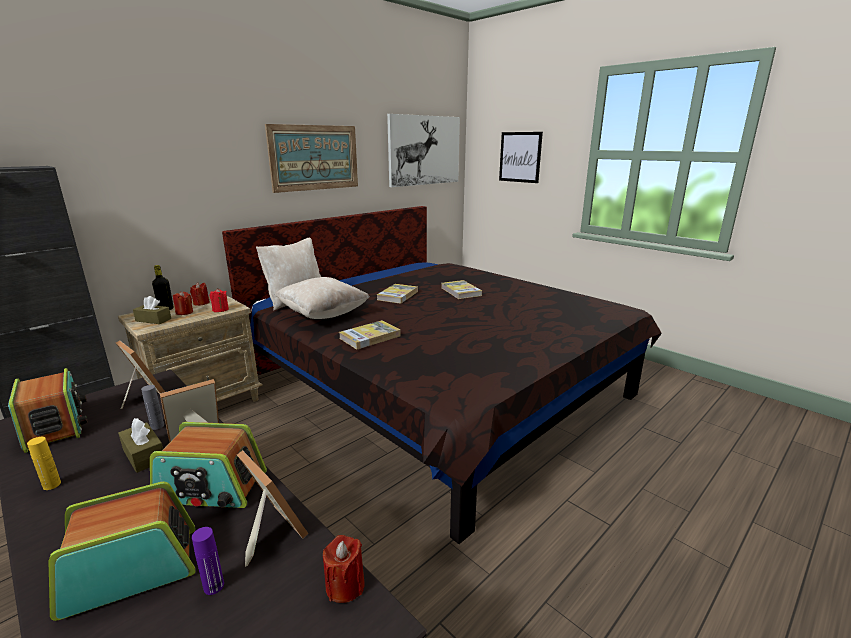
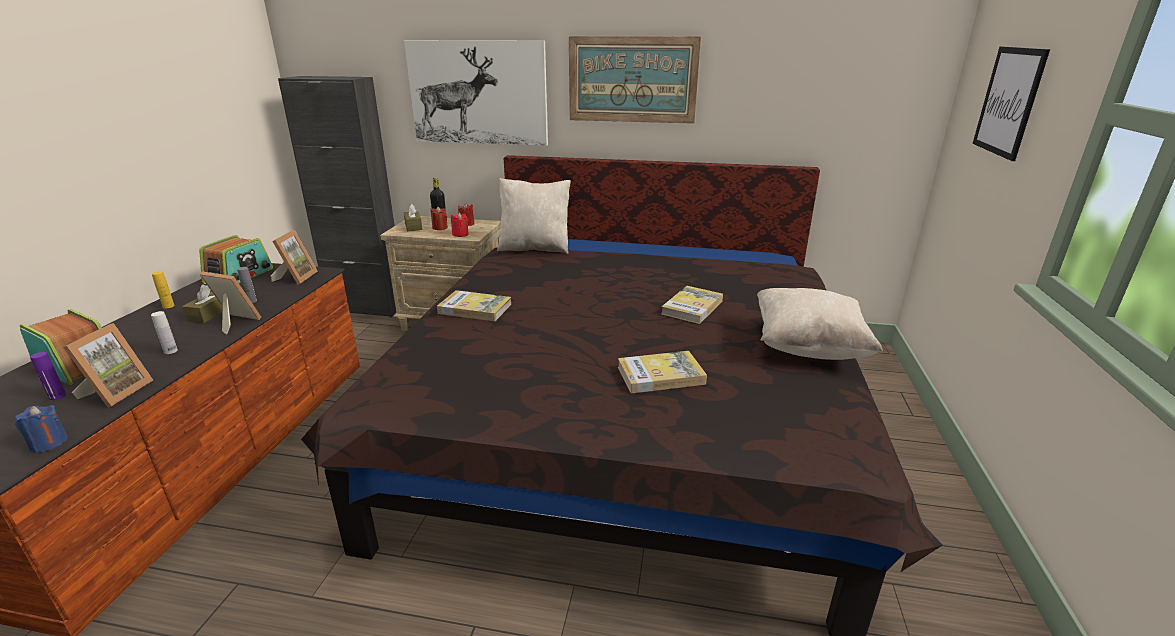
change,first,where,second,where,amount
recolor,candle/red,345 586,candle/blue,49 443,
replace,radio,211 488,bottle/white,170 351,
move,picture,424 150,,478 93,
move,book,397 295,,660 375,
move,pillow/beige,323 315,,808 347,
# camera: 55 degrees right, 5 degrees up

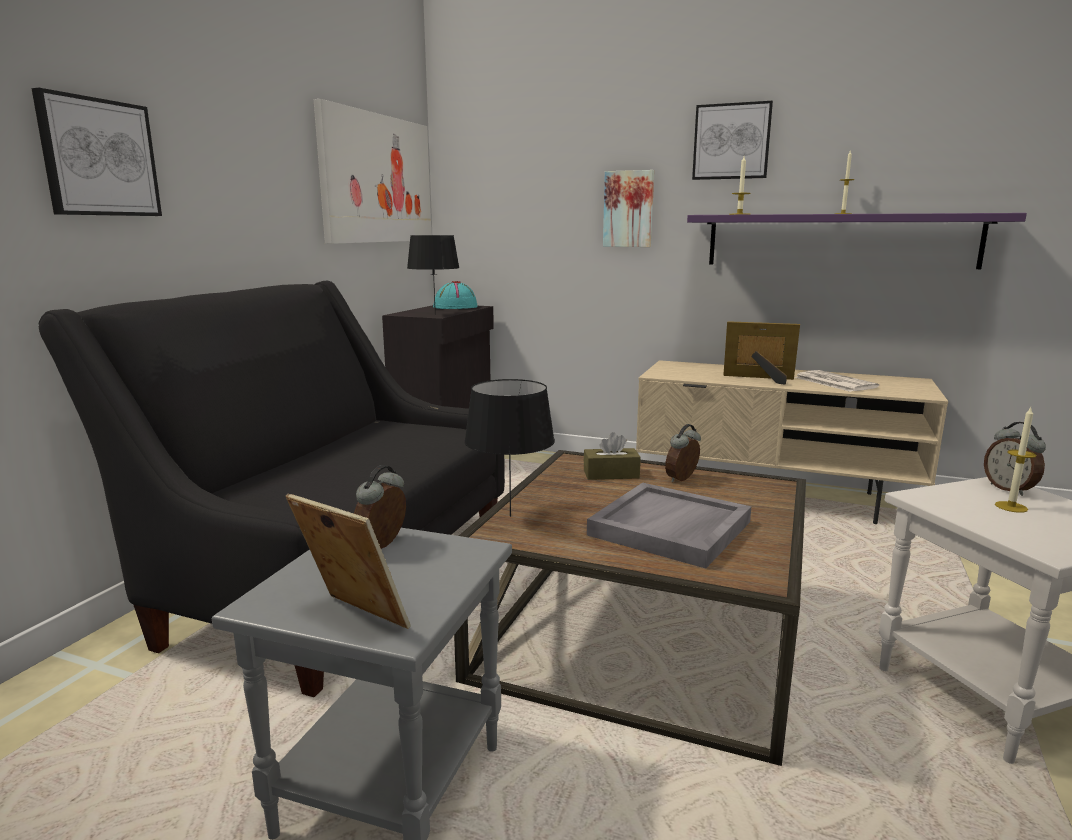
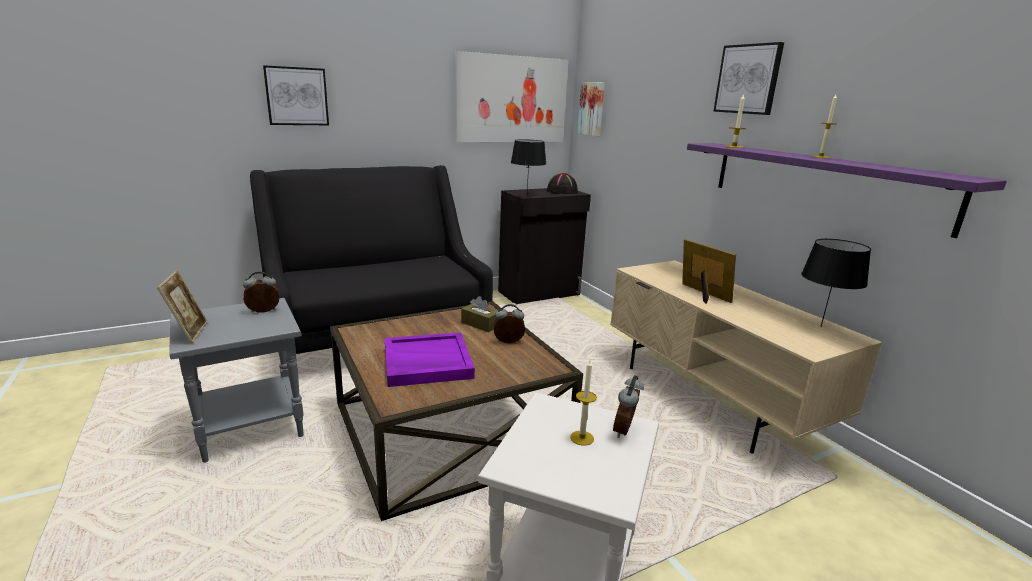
change,first,where,second,where,amount
recolor,tray/grey,670 529,tray/purple,426 363,
recolor,hat/turquoise,455 307,hat/black,561 191,
move,picture,628 209,,592 108,
move,table lamp/black,509 517,,820 327,
delete,newspaper,833 382,,,
# camera: 40 degrees right, 5 degrees up

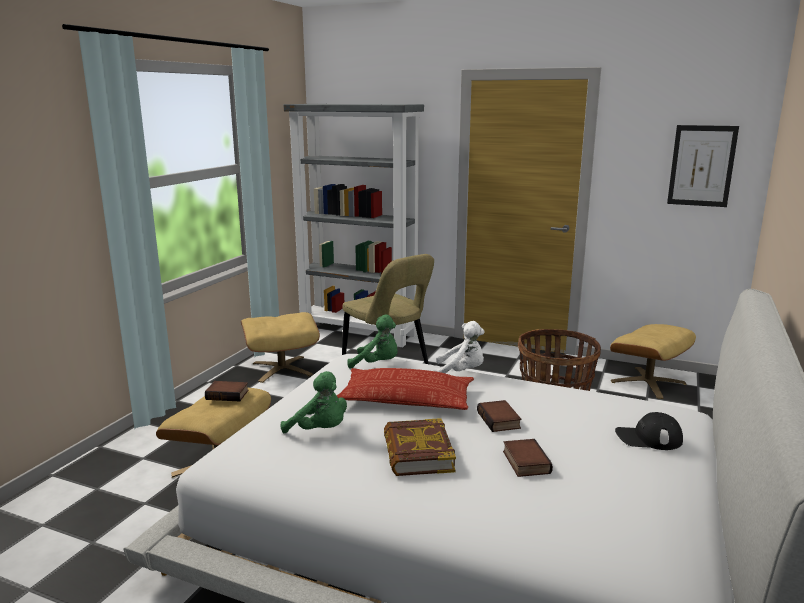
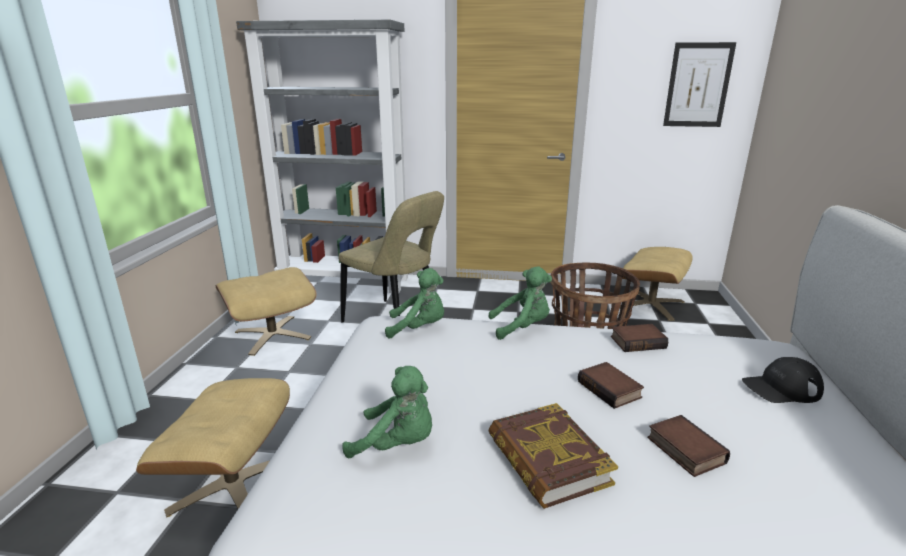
change,first,where,second,where,amount
recolor,plush toy/white,461 372,plush toy/green,522 327,
move,book,228 394,,638 341,
delete,pillow,406 398,,,
# camera: 15 degrees left, 5 degrees up

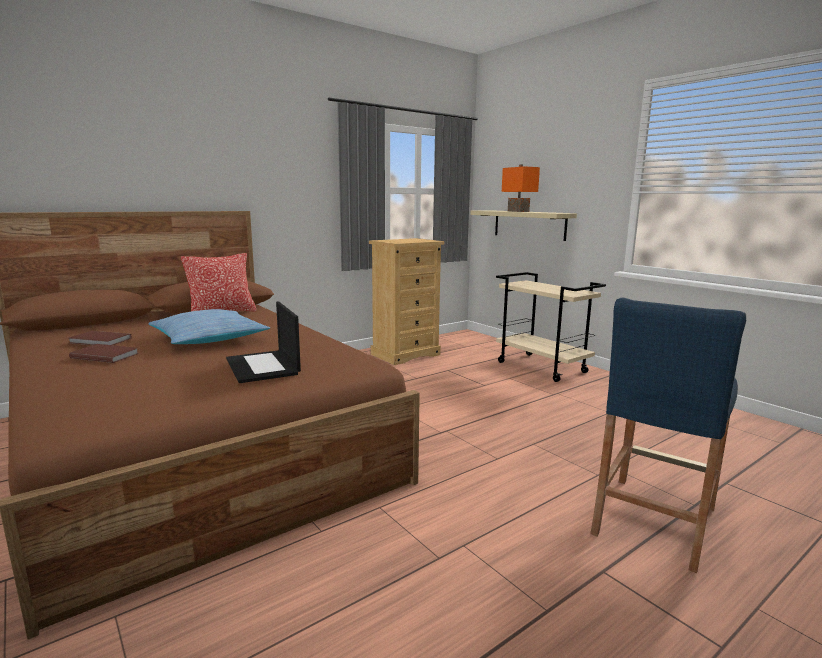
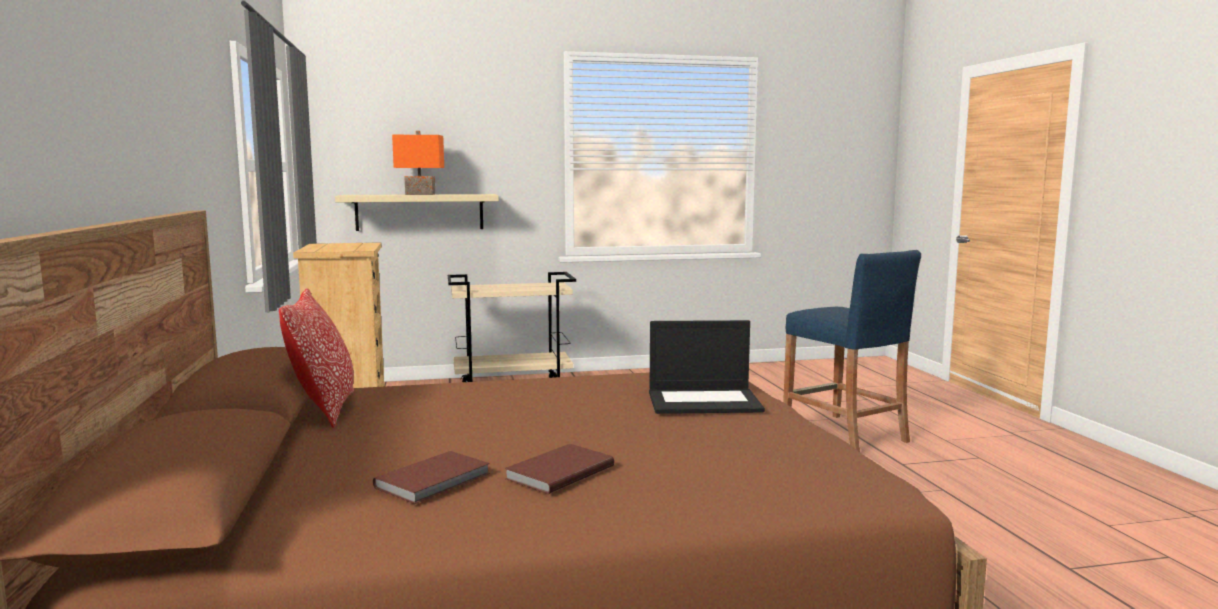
change,first,where,second,where,amount
delete,pillow,209 339,,,
# camera: 65 degrees left, 5 degrees down

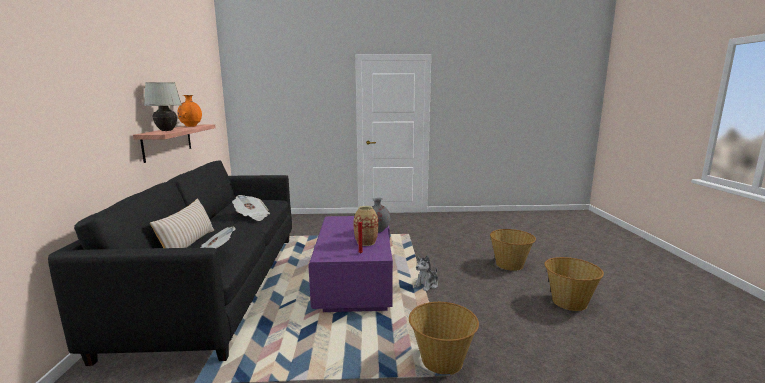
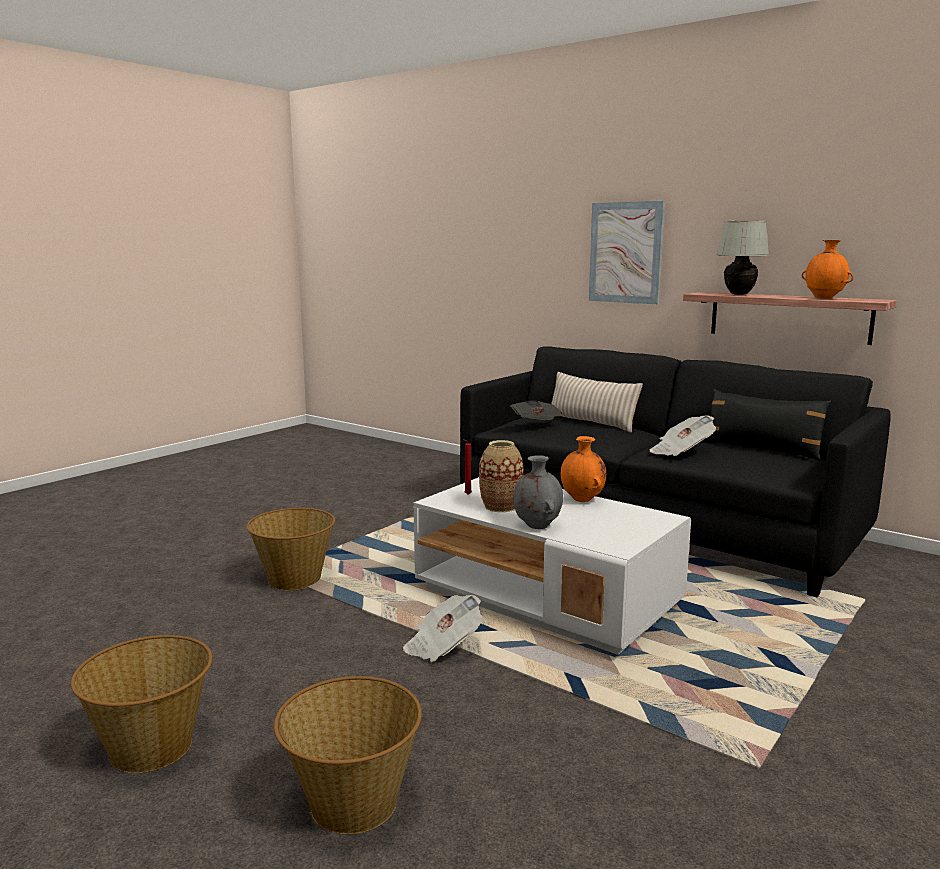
change,first,where,second,where,amount
replace,plush toy,427 285,newspaper,442 646,
recolor,coffee table/purple,354 281,coffee table/white,547 599,
insert,,,vase/orange,582 500,
insert,,,picture,625 252,
insert,,,pillow/black,761 449,
# camera: 130 degrees right, 0 degrees up

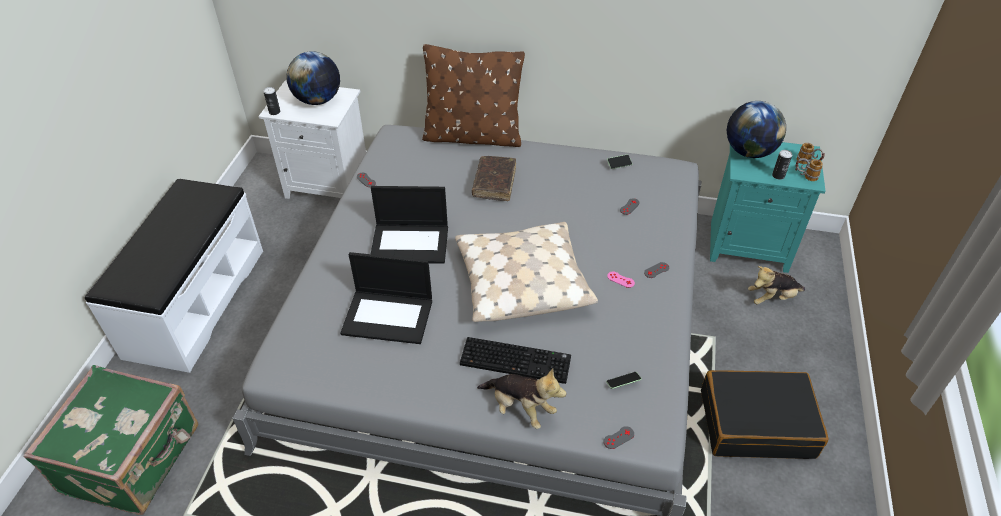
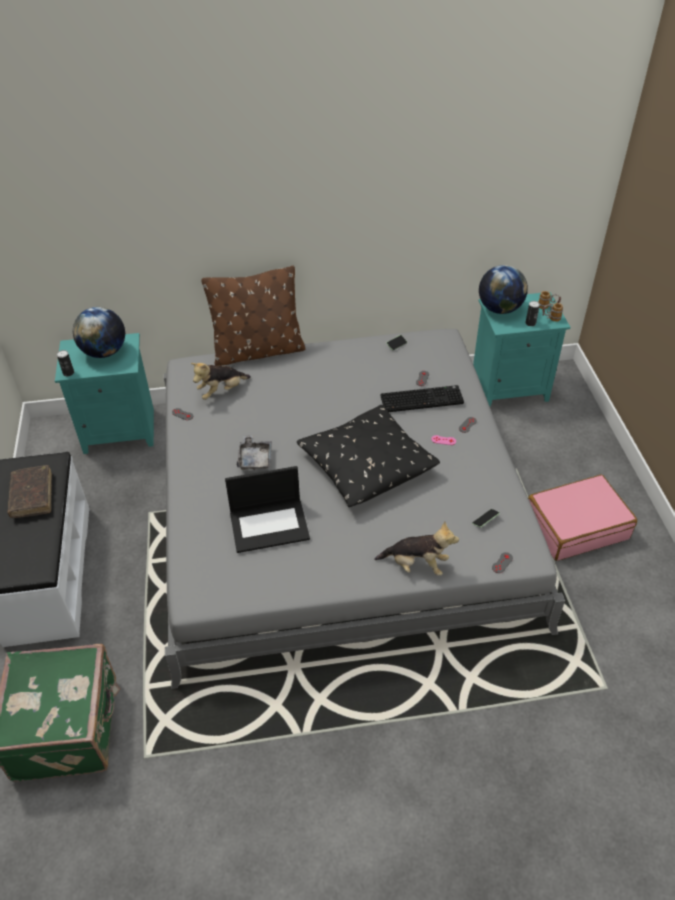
change,first,where,second,where,amount
move,book/brown,494 183,,32 496,
recolor,nightstand/white,329 184,nightstand/turquoise,120 430,
move,plush toy,772 298,,221 391,
replace,laptop,411 243,tray/grey,255 458,
recolor,pillow/beige,522 281,pillow/black,366 464,
move,keyboard,517 360,,422 399,
recolor,suitcase/black,756 423,suitcase/pink,575 526,
# camera: 20 degrees left, 0 degrees up

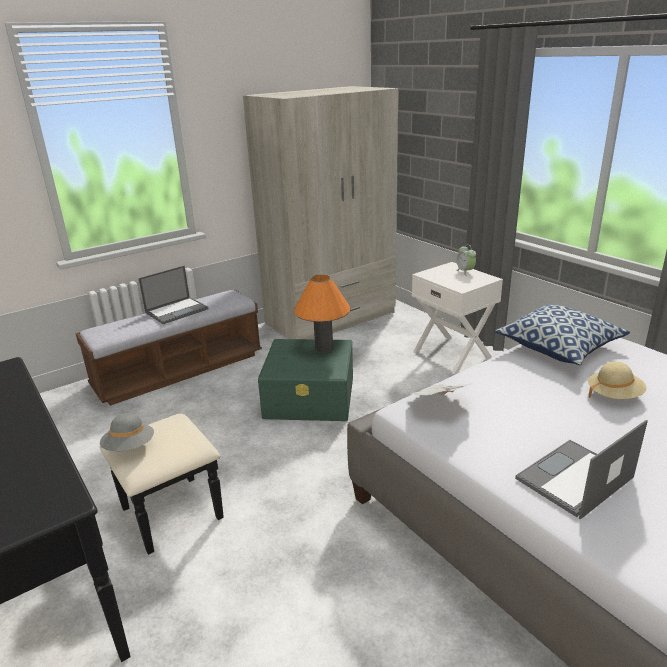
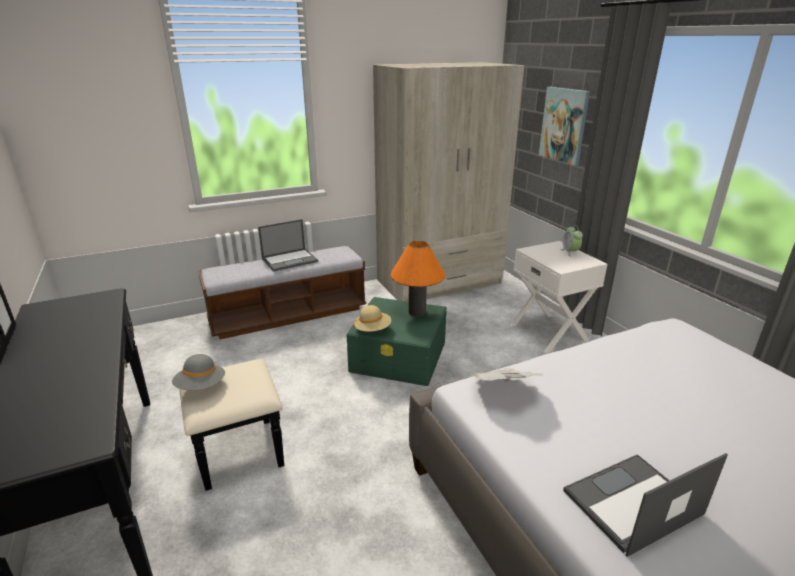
change,first,where,second,where,amount
move,hat/beige,614 395,,373 329,
insert,,,picture,564 125,
delete,pillow,559 347,,,
# camera: 10 degrees right, 0 degrees up

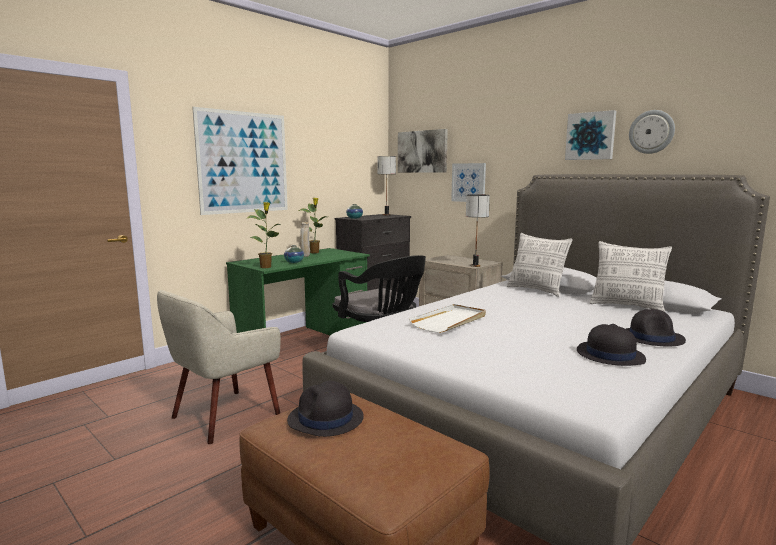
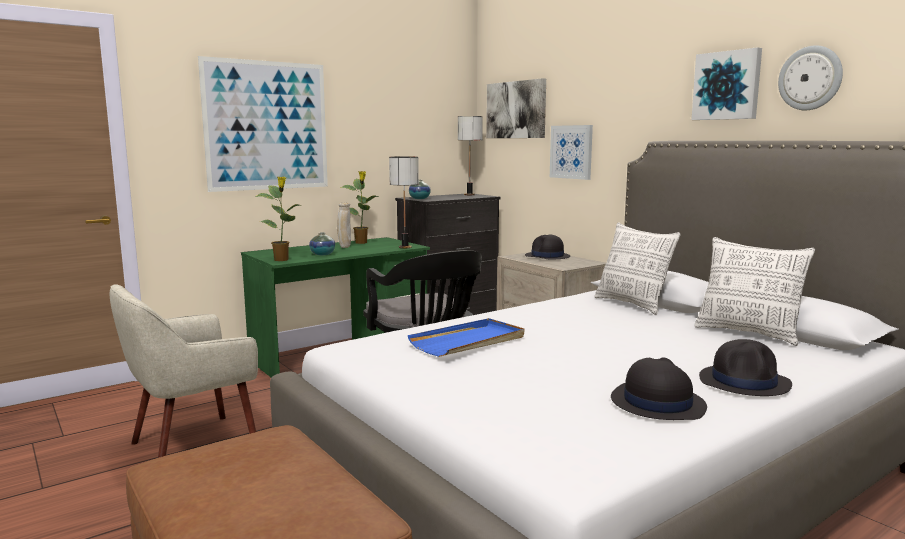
change,first,where,second,where,amount
move,table lamp,475 266,,404 247,
recolor,tray/white,450 321,tray/blue,469 341,
move,hat/black,325 419,,547 256,
# camera: 10 degrees right, 0 degrees up

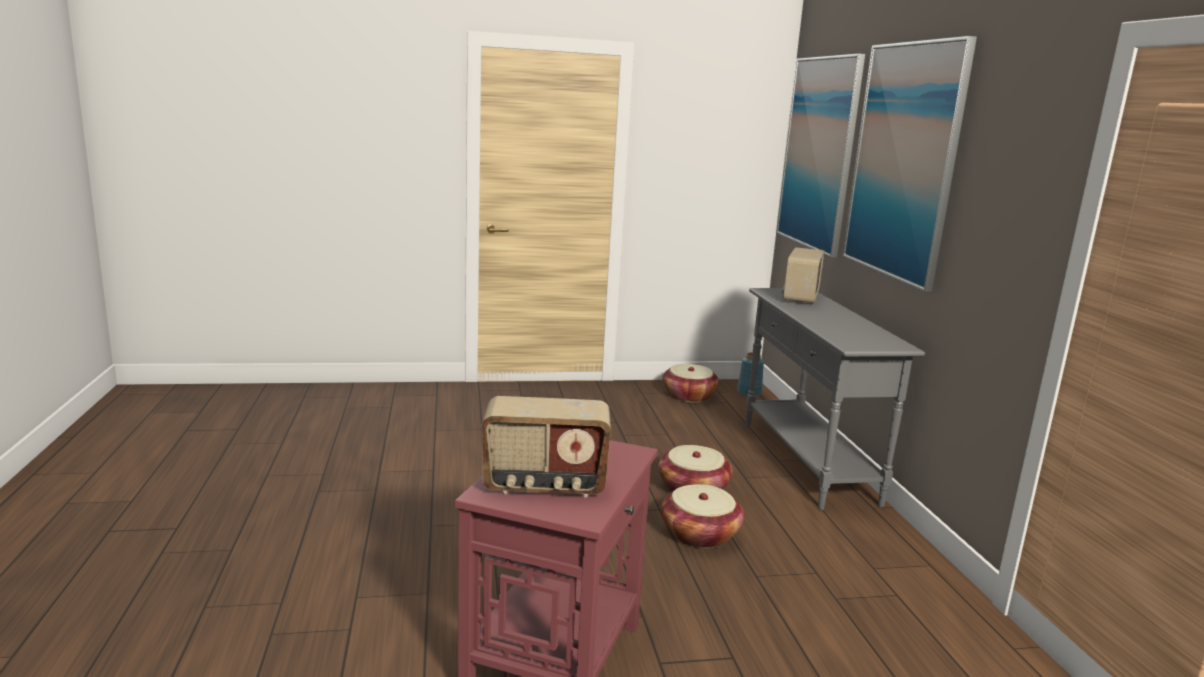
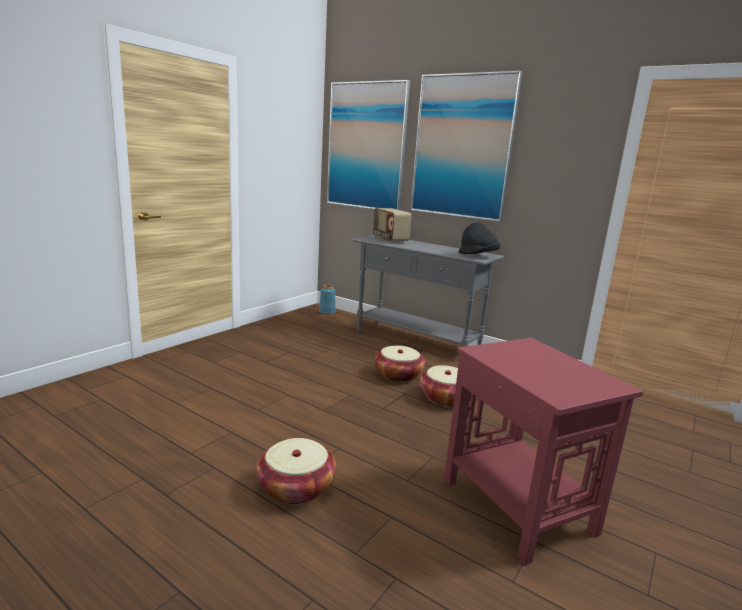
change,first,where,second,where,amount
move,basket,689 396,,296 487,
insert,,,hat/black,478 256,
delete,radio,545 486,,,
# camera: 45 degrees left, 0 degrees up

